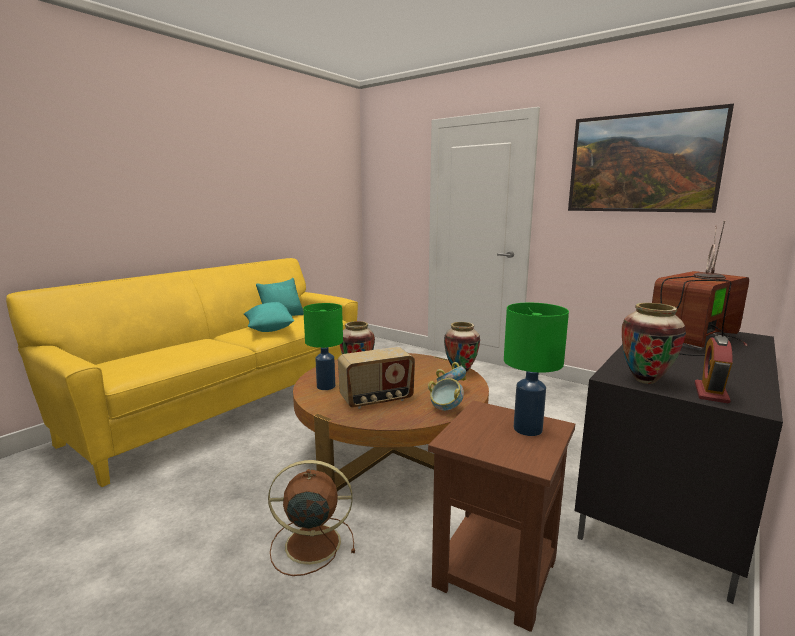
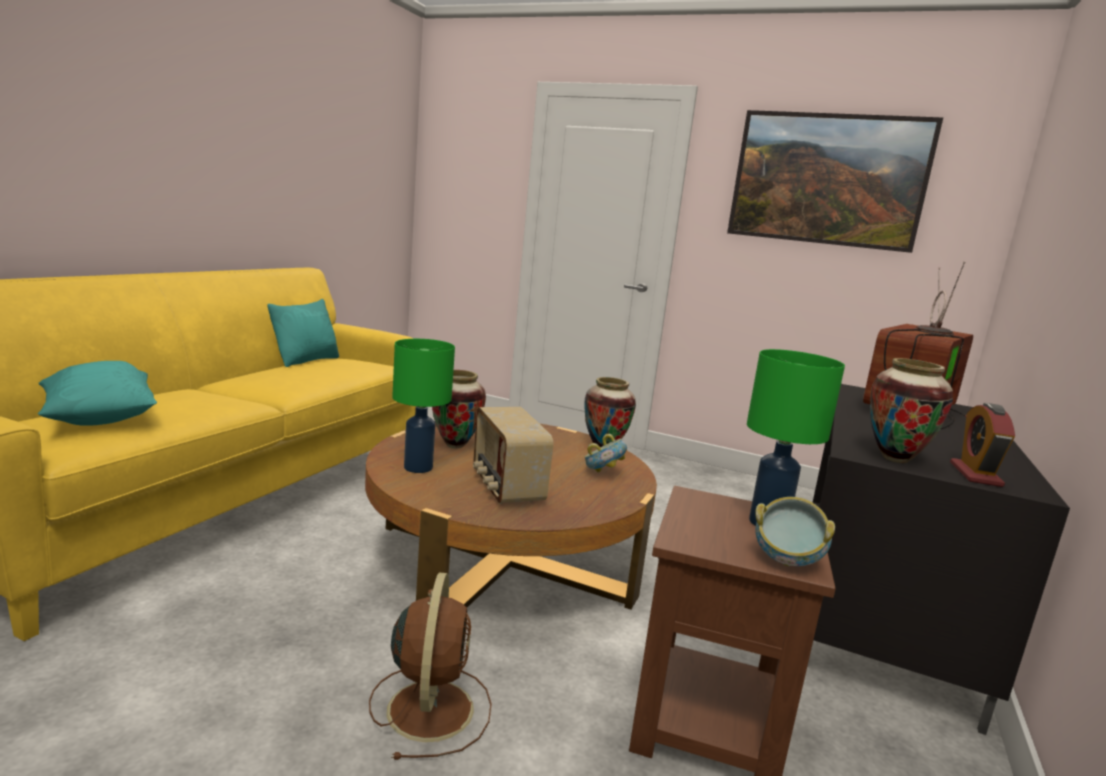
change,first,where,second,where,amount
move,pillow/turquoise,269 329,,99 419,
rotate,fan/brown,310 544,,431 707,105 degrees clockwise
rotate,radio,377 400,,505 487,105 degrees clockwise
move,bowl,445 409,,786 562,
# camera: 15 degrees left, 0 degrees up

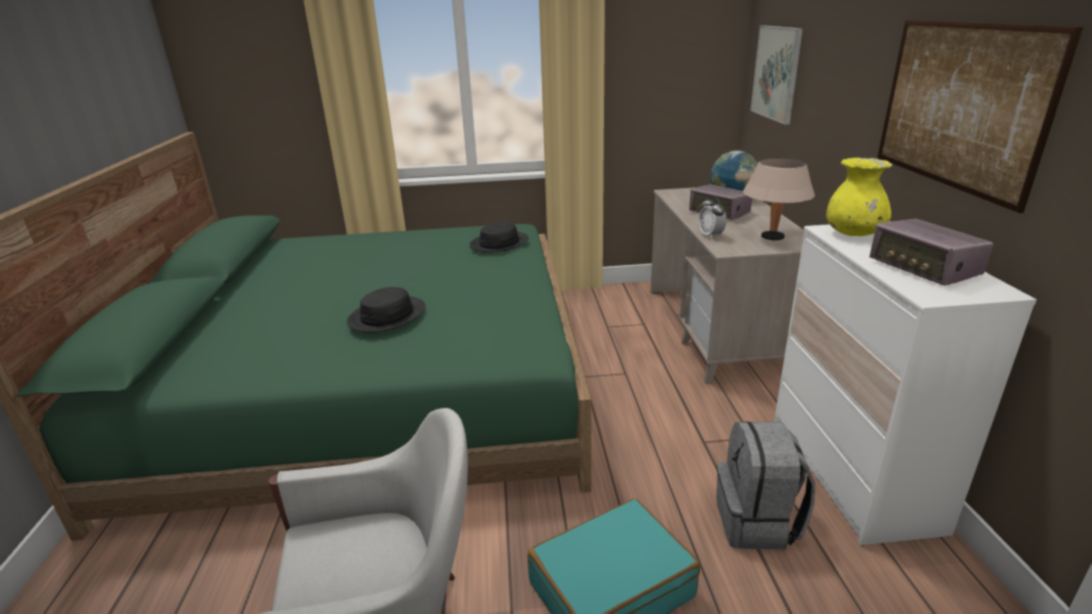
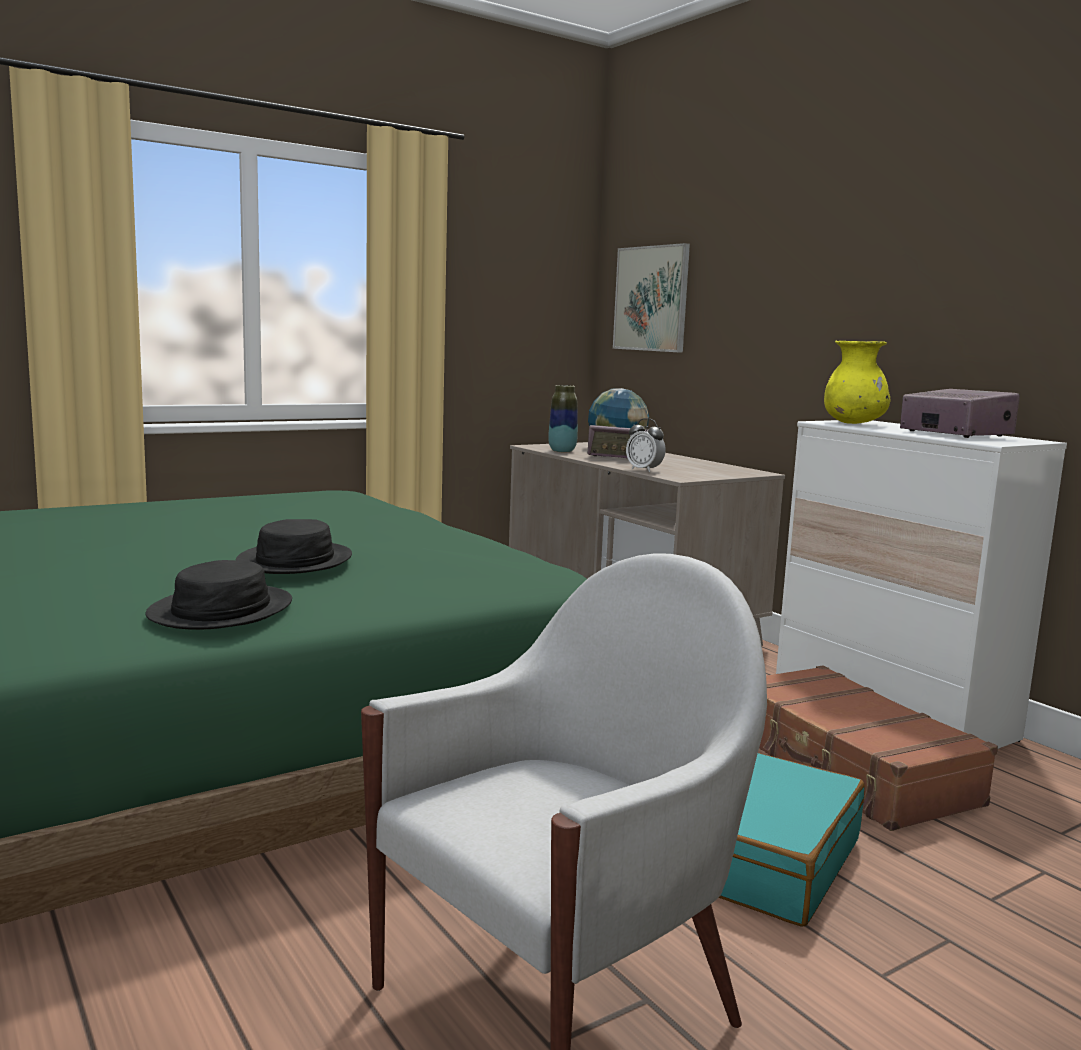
change,first,where,second,where,amount
move,hat/black,499 243,,222 610,
insert,,,vase,562 451,
replace,backpack/grey,757 522,suitcase/brown,848 768,
rotate,radio,924 268,,955 434,150 degrees counterclockwise
delete,table lamp/beige,772 237,,,
delete,picture,960 106,,,
# camera: 30 degrees left, 15 degrees down

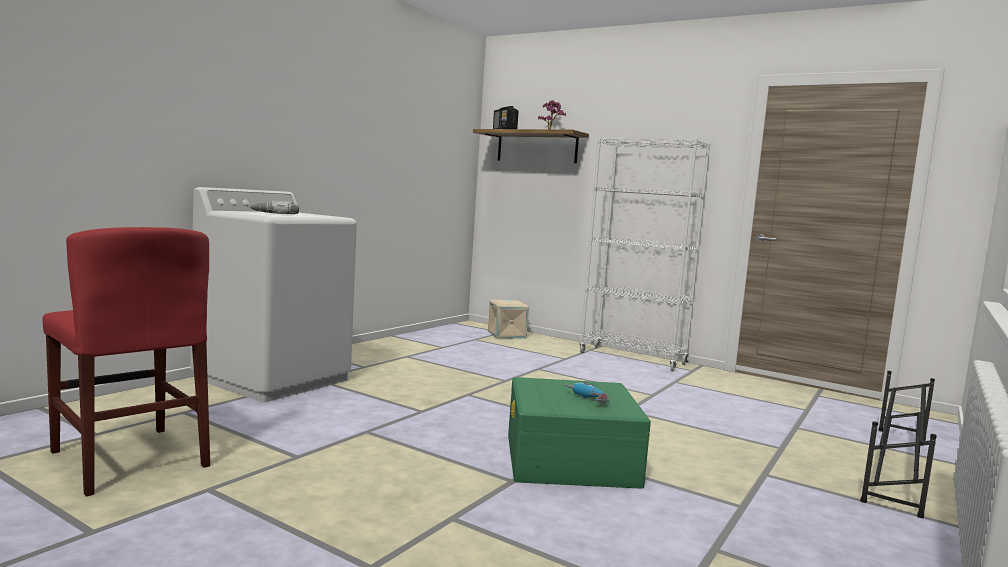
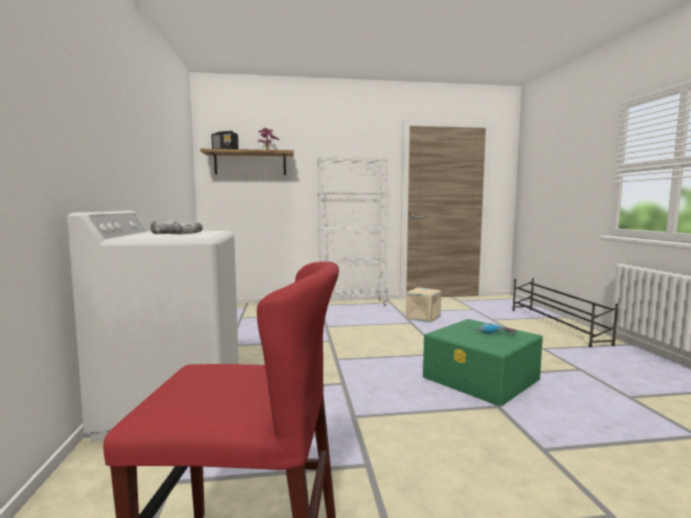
change,first,where,second,where,amount
move,storage box/beige,506 334,,422 317,
# camera: 40 degrees left, 0 degrees up

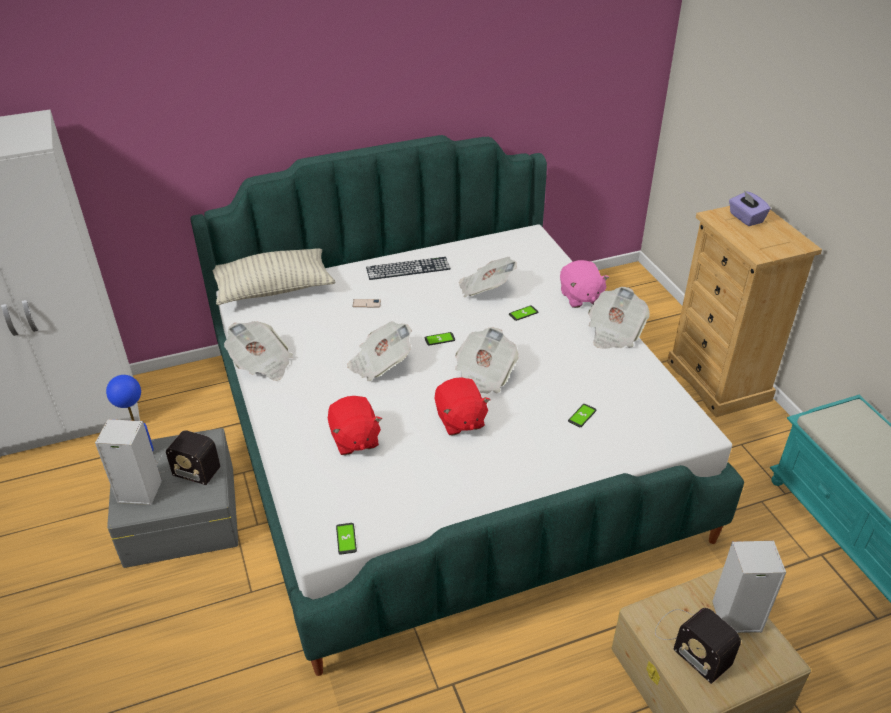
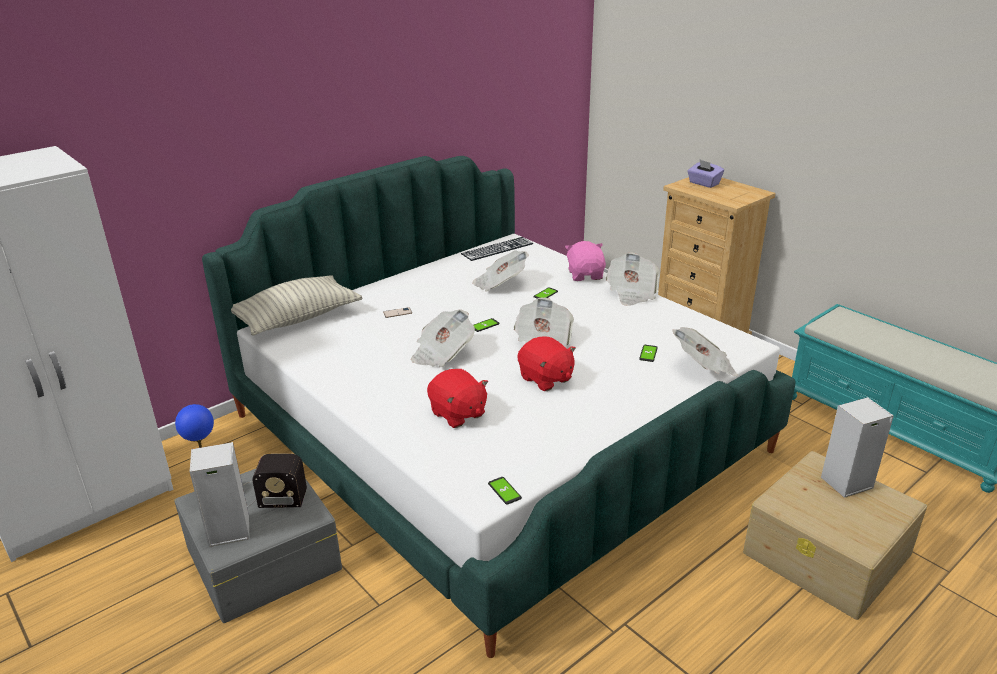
change,first,where,second,where,amount
move,keyboard,408 268,,497 249,
rotate,plush toy/pink,580 297,,585 275,150 degrees counterclockwise
move,newspaper,261 364,,703 367,
delete,radio,691 642,,,
# camera: 20 degrees left, 10 degrees down

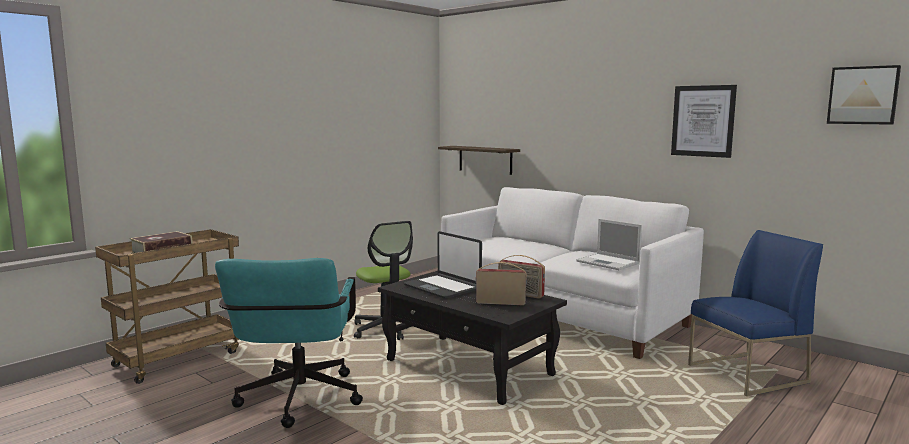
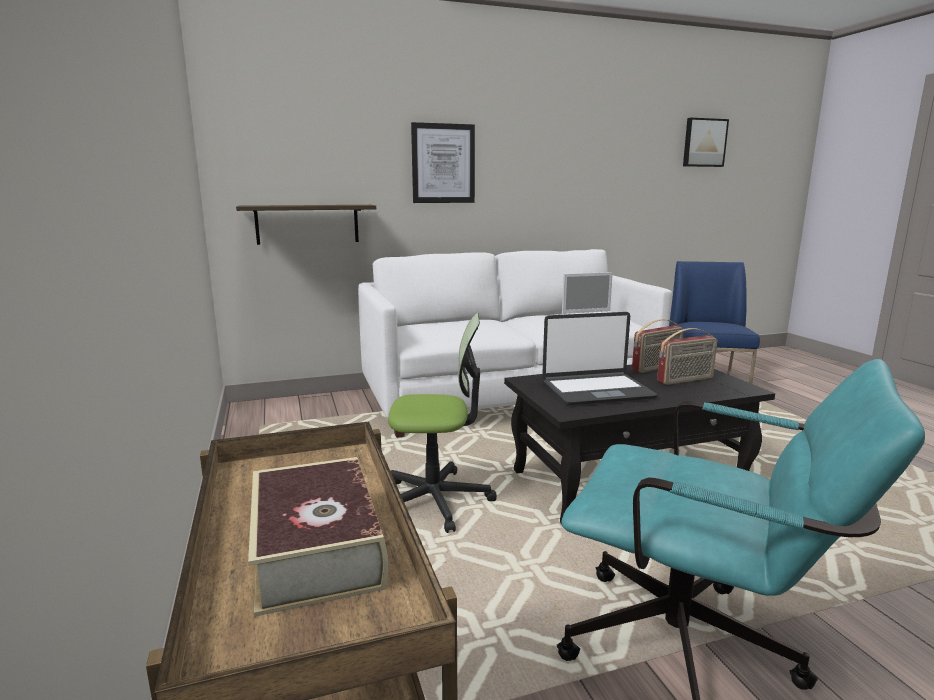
change,first,where,second,where,amount
move,picture,703 121,,443 163,
rotate,radio,500 302,,685 380,150 degrees counterclockwise
# camera: 60 degrees left, 5 degrees up

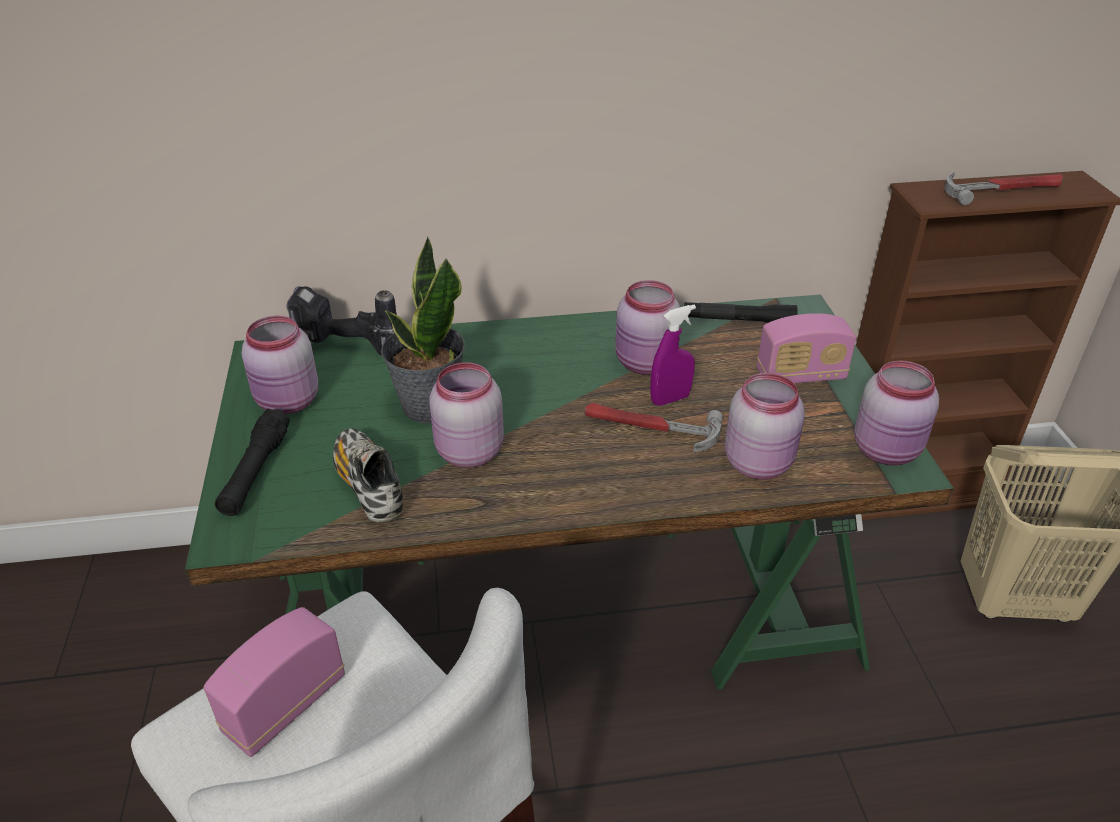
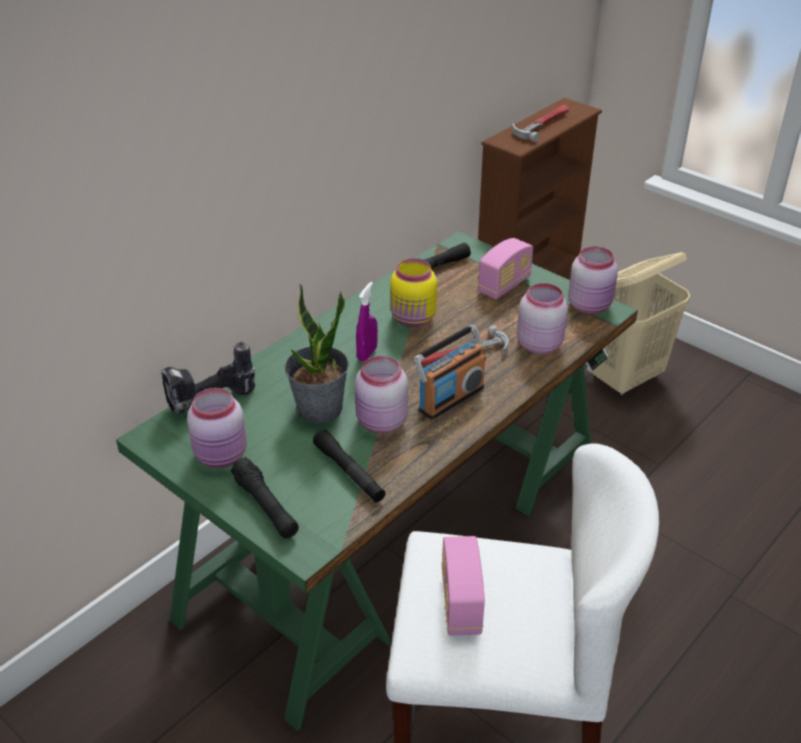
change,first,where,second,where,amount
replace,shoe,369 486,flashlight/black,349 473,
move,spray bottle/purple,670 399,,367 353,
recolor,jar/pink,645 364,jar/yellow,414 319,
insert,,,radio,450 398,
# camera: 40 degrees left, 0 degrees up

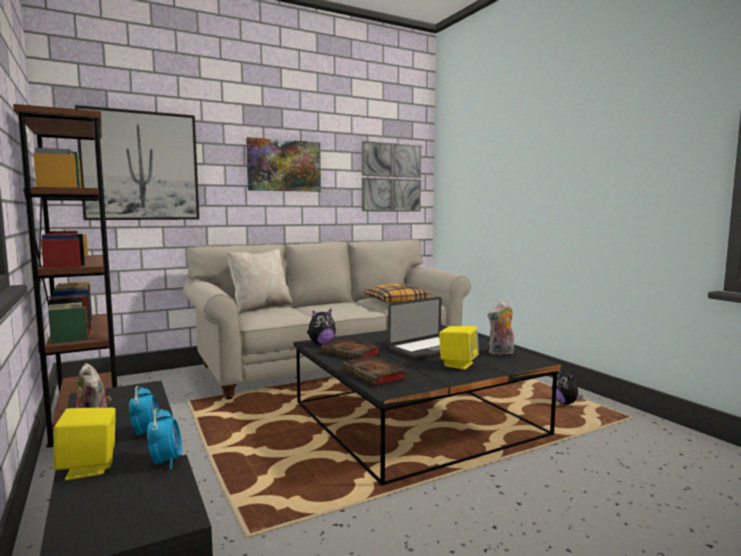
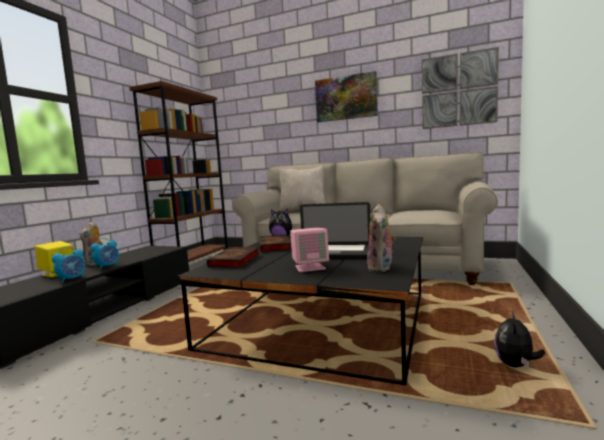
change,first,where,second,where,amount
recolor,speaker/yellow,458 364,speaker/pink,310 267,
rotate,plush toy,501 353,,381 268,105 degrees counterclockwise
delete,picture,140 166,,,
delete,pillow,396 301,,,
# camera: 50 degrees right, 0 degrees up

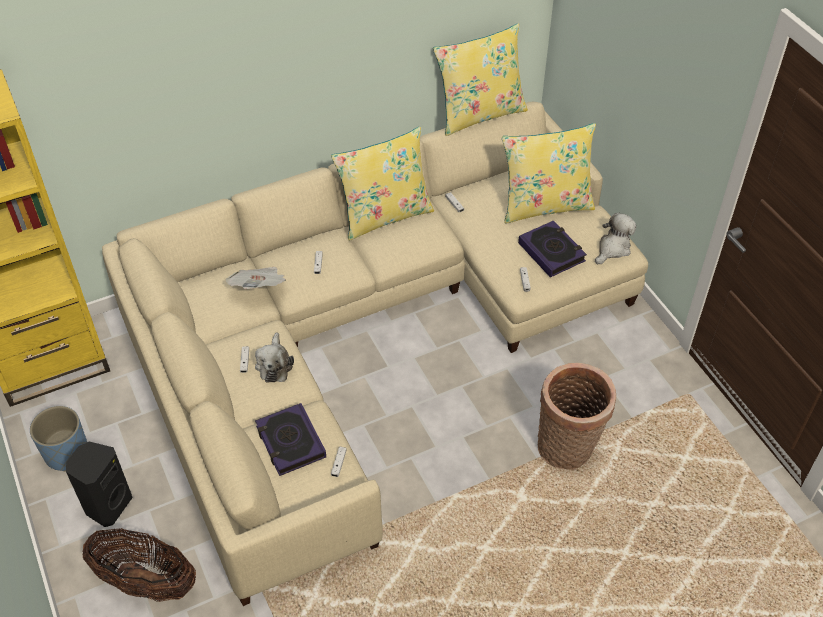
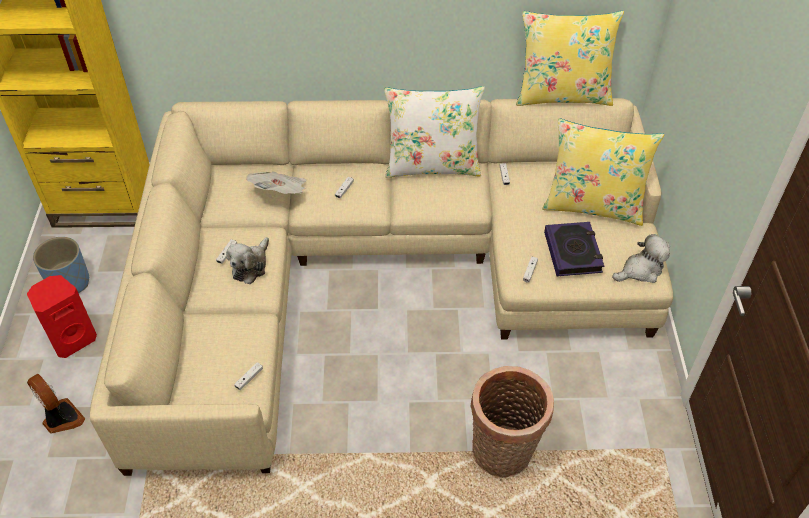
change,first,where,second,where,amount
recolor,speaker/black,107 505,speaker/red,72 339,
replace,basket,146 582,fan,61 418,
recolor,pillow/yellow,385 215,pillow/white,432 165,
delete,book,290 442,,,
# camera: 25 degrees right, 0 degrees up

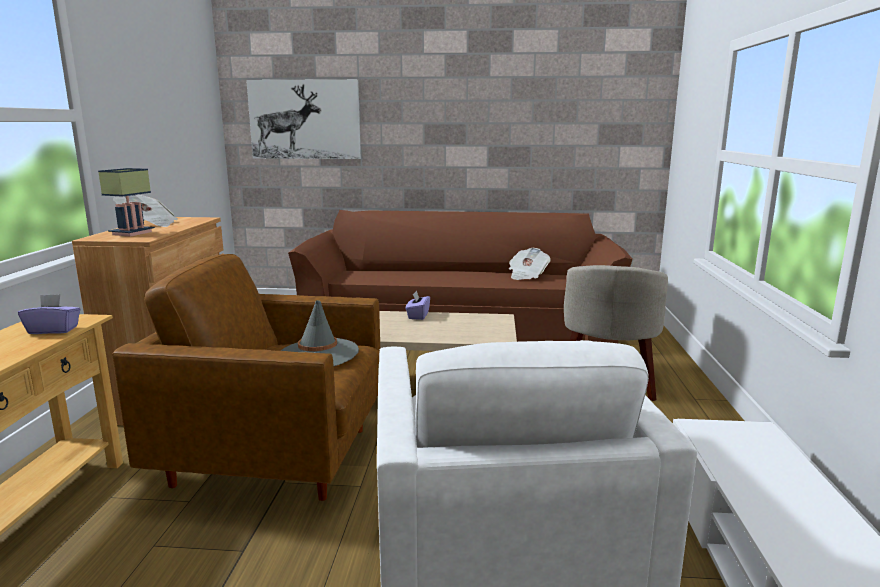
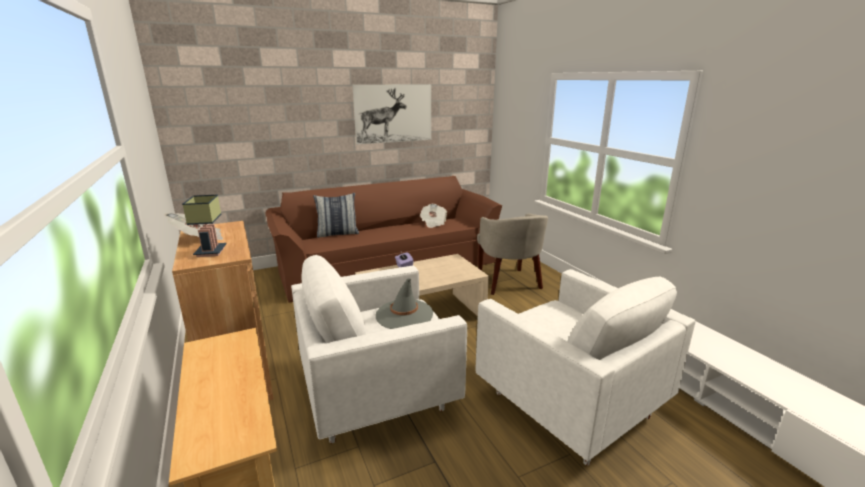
change,first,where,second,where,amount
recolor,armchair/brown,276 456,armchair/white,378 393,
insert,,,pillow,337 234,
move,picture,305 119,,393 113,
delete,tissue box/purple,53 330,,,
# camera: 30 degrees left, 5 degrees up

